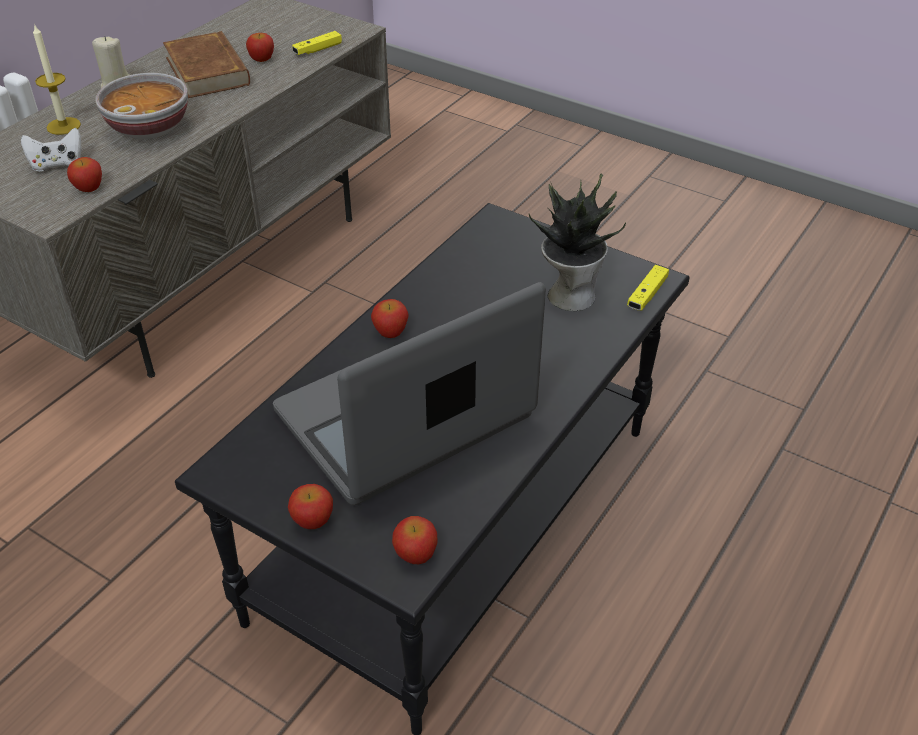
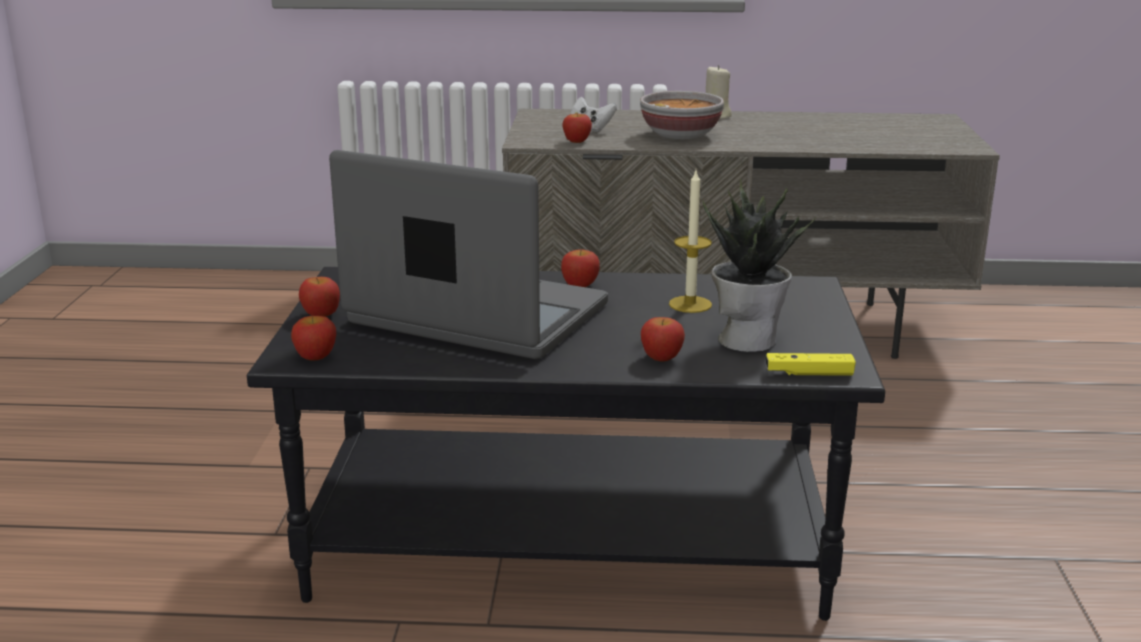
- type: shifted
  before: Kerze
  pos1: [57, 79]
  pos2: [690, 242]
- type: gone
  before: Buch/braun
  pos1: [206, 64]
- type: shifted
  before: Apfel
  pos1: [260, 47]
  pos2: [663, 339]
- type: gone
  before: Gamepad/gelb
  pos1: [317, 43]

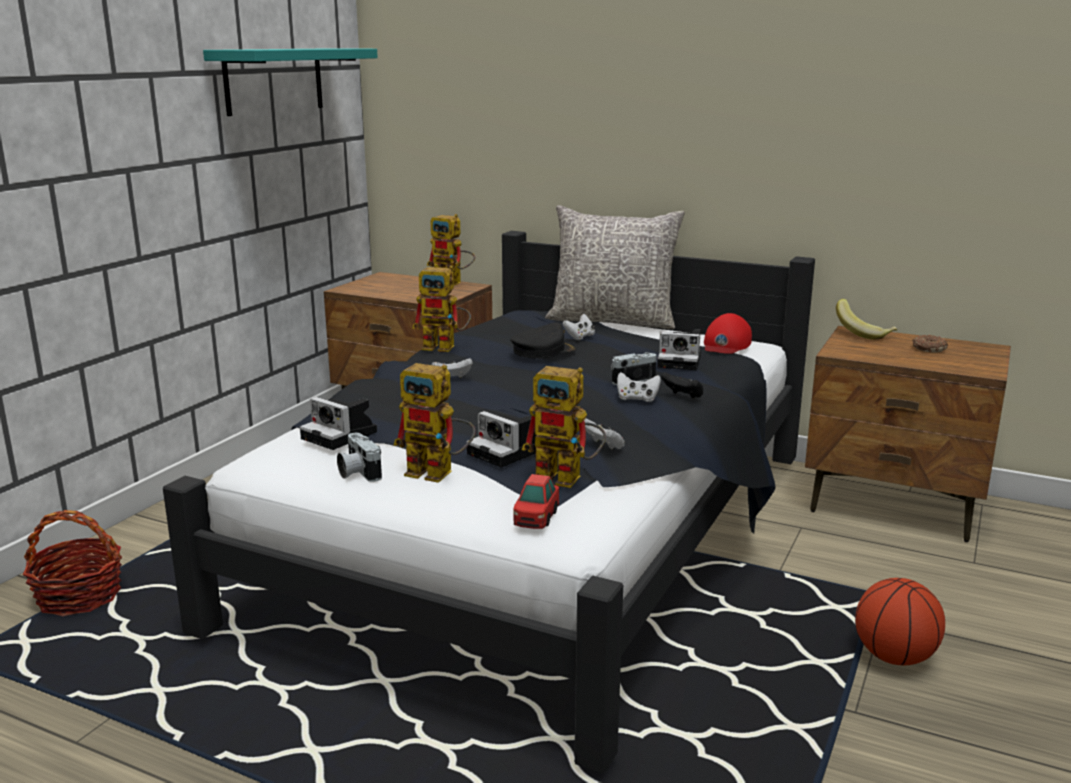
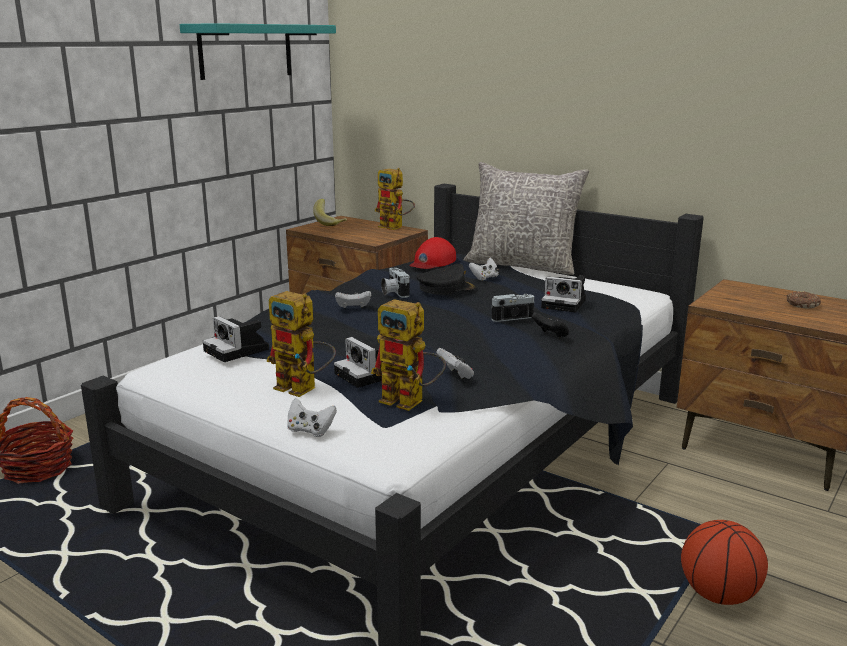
- type: shifted
  before: Kamera
  pos1: [359, 457]
  pos2: [395, 283]
- type: gone
  before: Spielzeugroboter
  pos1: [441, 308]
- type: gone
  before: Spielzeugauto
  pos1: [536, 501]
- type: shifted
  before: Gamepad/weiß
  pos1: [639, 387]
  pos2: [312, 417]
- type: shifted
  before: Kappe/rot
  pos1: [728, 333]
  pos2: [432, 253]
- type: shifted
  before: Banane
  pos1: [866, 319]
  pos2: [330, 212]

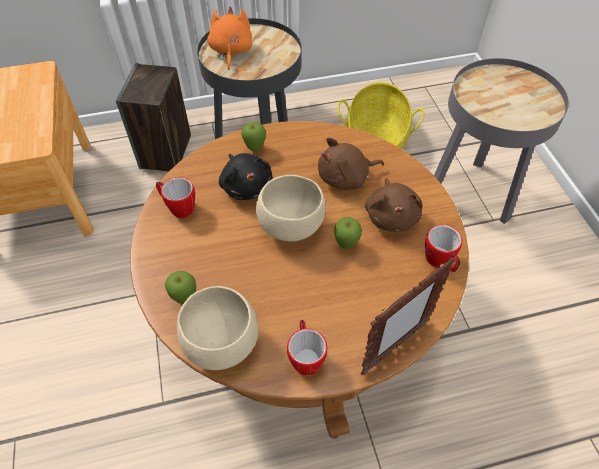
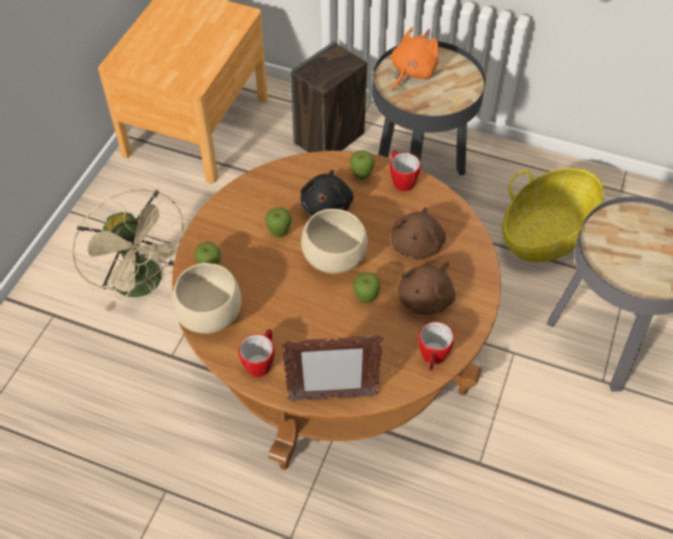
- type: shifted
  before: Henkelbecher
  pos1: [175, 197]
  pos2: [405, 170]
- type: rotated
  before: Plüschtier/braun
  pos1: [351, 163]
  pos2: [418, 233]
  turn: -90
- type: new
  after: Ventilator/beige
  pos2: [128, 250]
- type: new
  after: Apfel
  pos2: [278, 222]

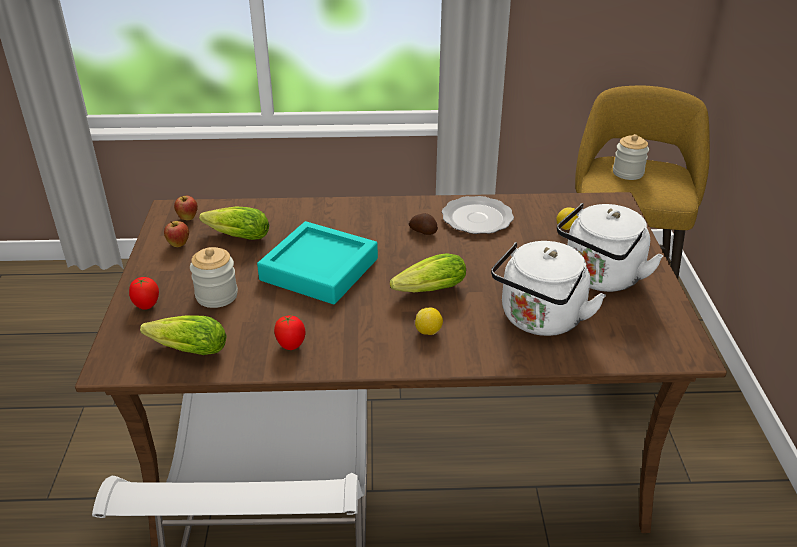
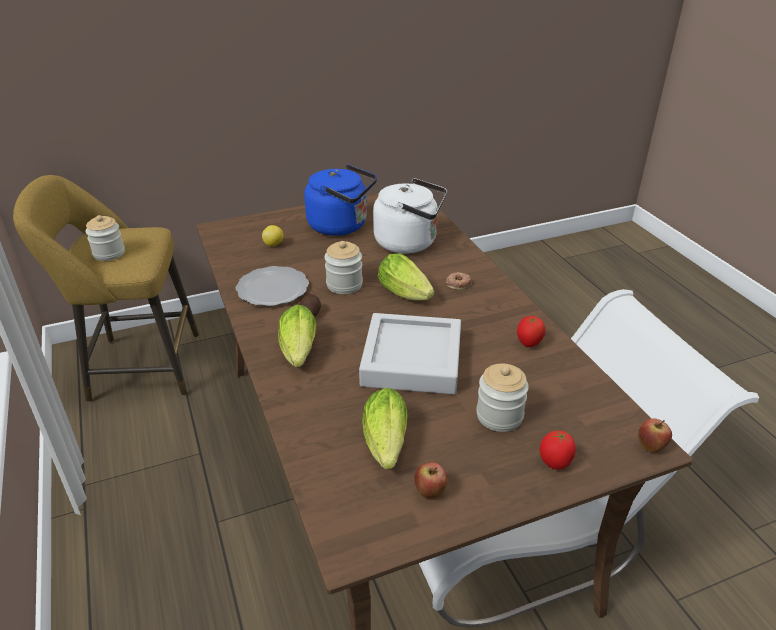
- type: shifted
  before: Salatkopf
  pos1: [183, 335]
  pos2: [297, 336]
- type: shifted
  before: Apfel
  pos1: [186, 208]
  pos2: [655, 435]
- type: repainted
  before: Tablett/türkis
  after: Tablett/grau
  pos1: [317, 262]
  pos2: [410, 353]
- type: swapped
  before: Zitrone
  after: Donut
  pos1: [429, 321]
  pos2: [458, 281]
- type: repainted
  before: Wasserkessel/weiß
  after: Wasserkessel/blau
  pos1: [610, 247]
  pos2: [340, 200]
- type: new
  after: Vorratsglas
  pos2: [343, 267]

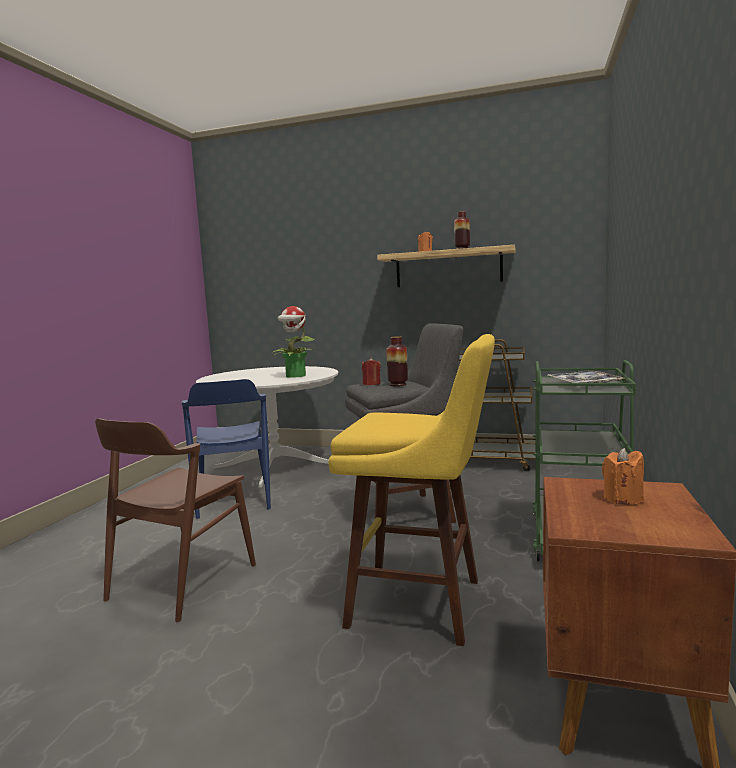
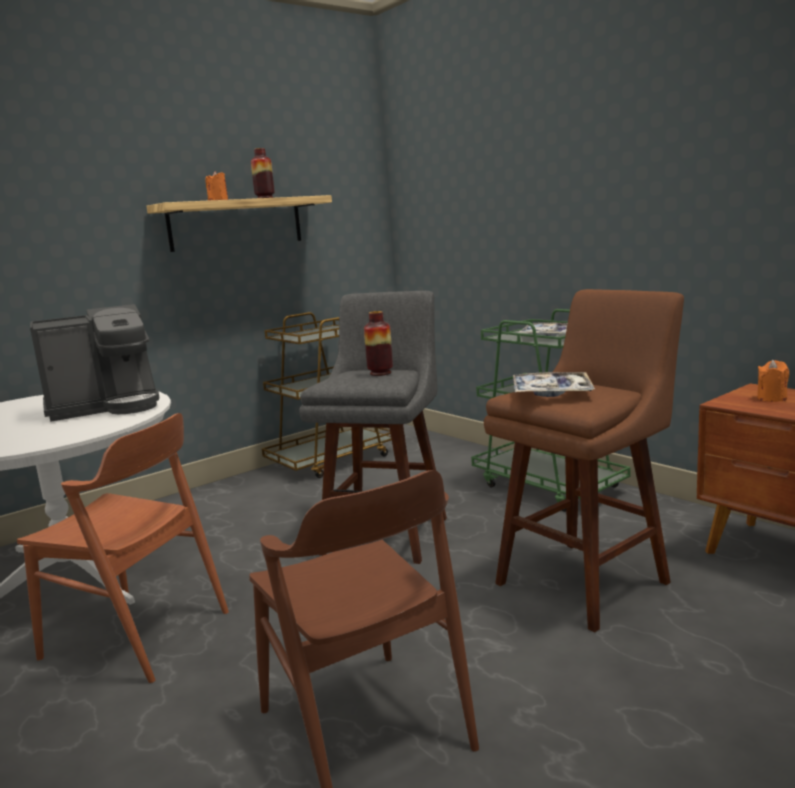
- type: repainted
  before: Stuhl/blau
  after: Stuhl/braun
  pos1: [226, 449]
  pos2: [123, 548]
- type: swapped
  before: Topfpflanze
  after: Kaffeemaschine
  pos1: [293, 342]
  pos2: [94, 363]
- type: repainted
  before: Hocker/gelb
  after: Hocker/braun
  pos1: [411, 490]
  pos2: [584, 460]
- type: gone
  before: Kerze/rot
  pos1: [371, 371]
- type: new
  after: Tablett
  pos2: [554, 384]

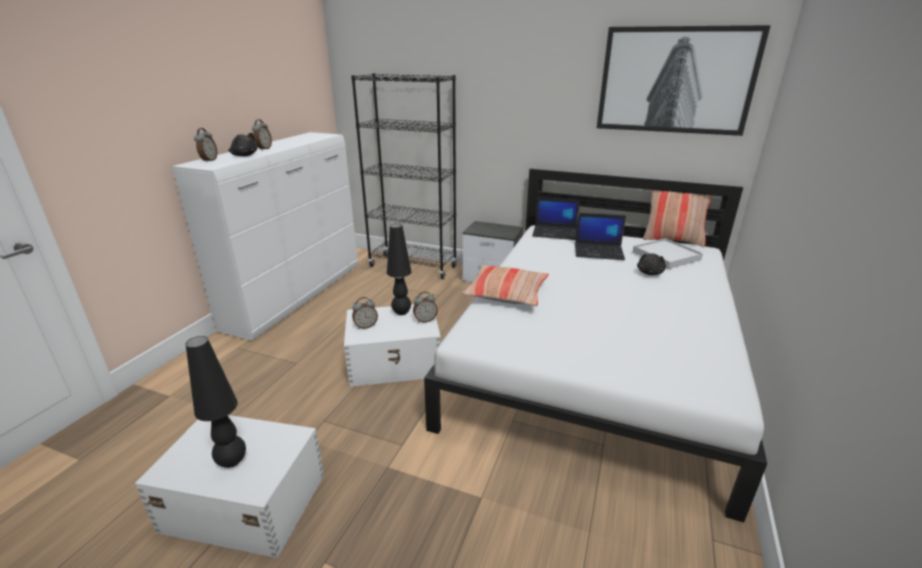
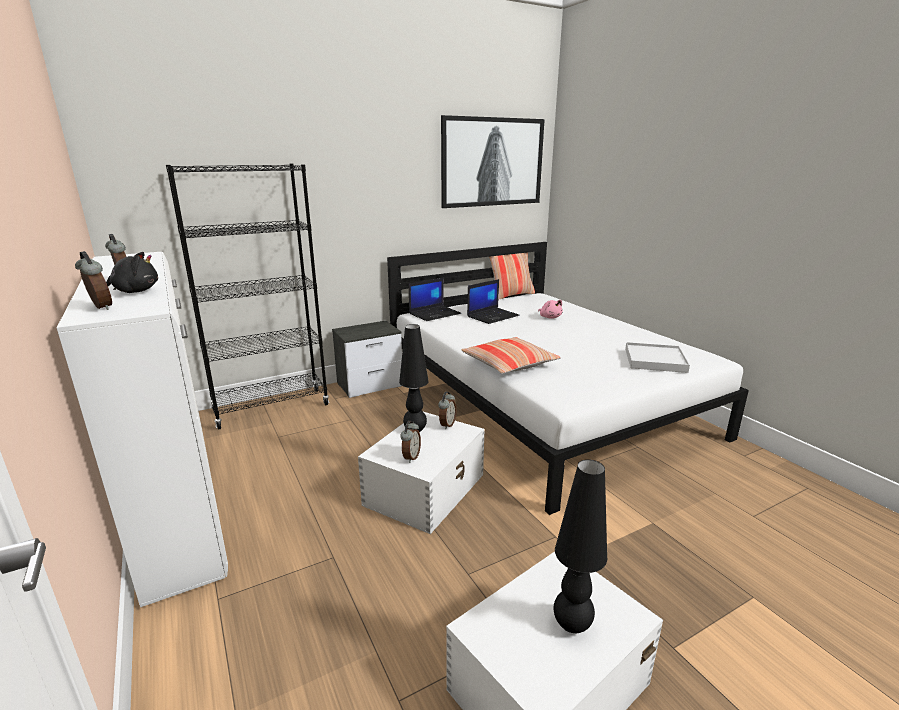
- type: shifted
  before: Tablett/weiß
  pos1: [668, 253]
  pos2: [657, 357]
- type: repainted
  before: Plüschtier/schwarz
  after: Plüschtier/rosa
  pos1: [651, 264]
  pos2: [550, 309]

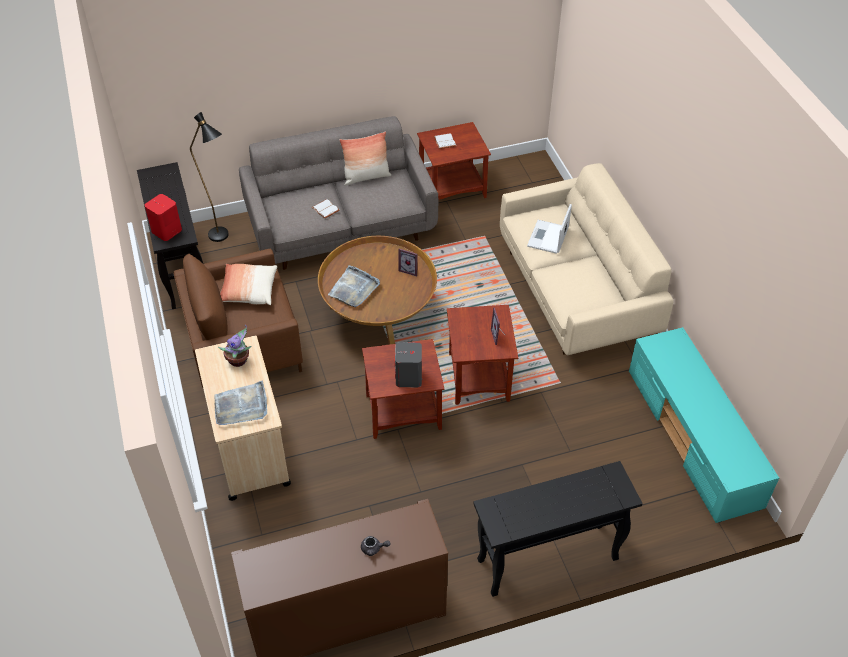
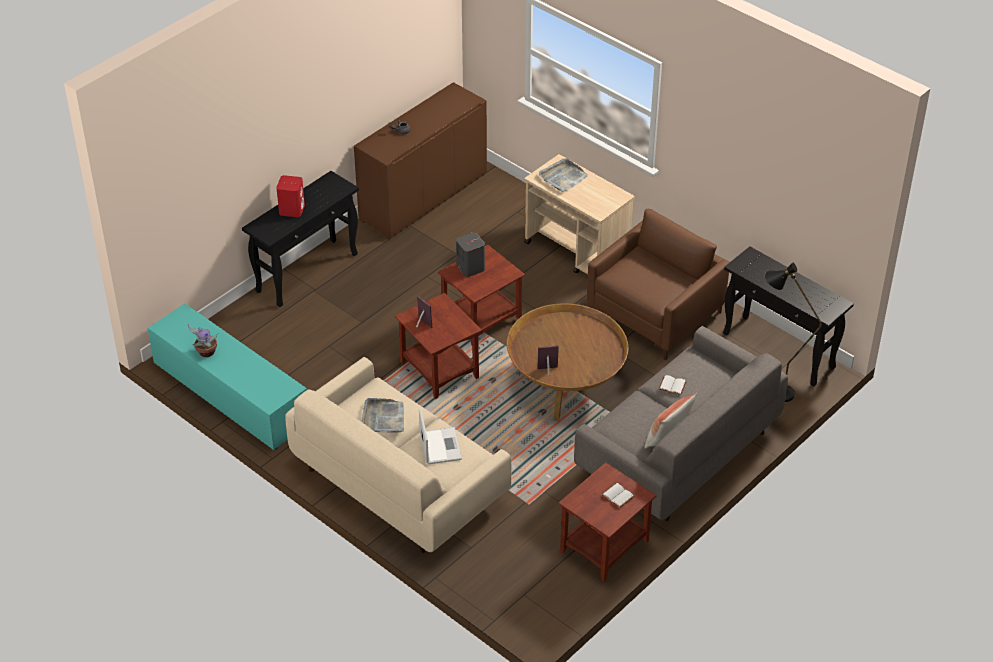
- type: shifted
  before: Lautsprecher/rot
  pos1: [163, 217]
  pos2: [290, 196]
- type: shifted
  before: Topfpflanze
  pos1: [234, 346]
  pos2: [203, 340]
- type: gone
  before: Kissen
  pos1: [248, 284]
- type: shifted
  before: Tablett/grau
  pos1: [354, 286]
  pos2: [382, 415]

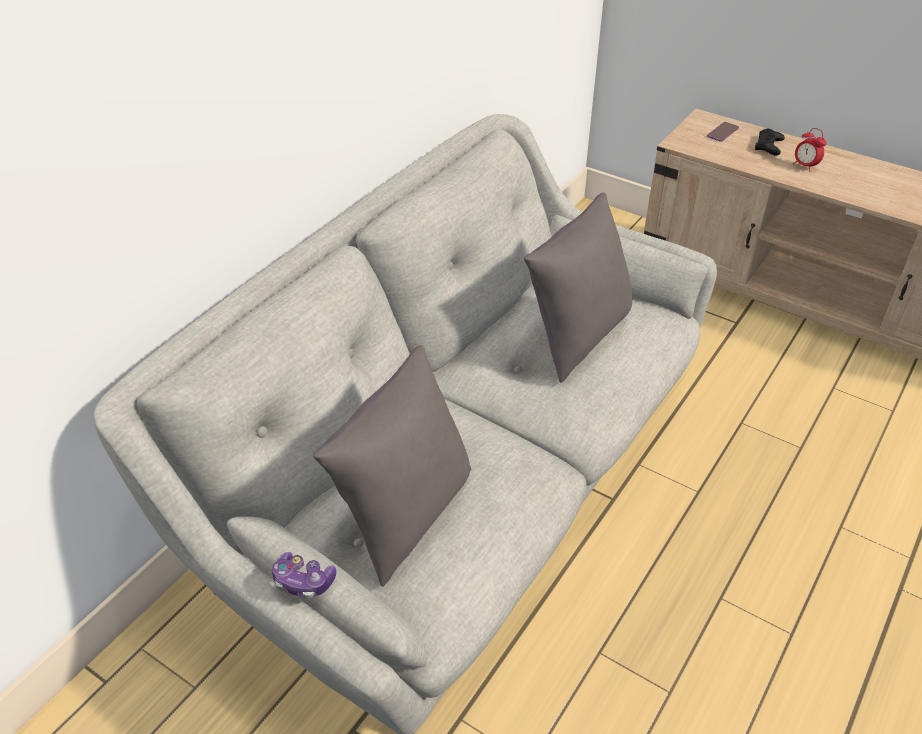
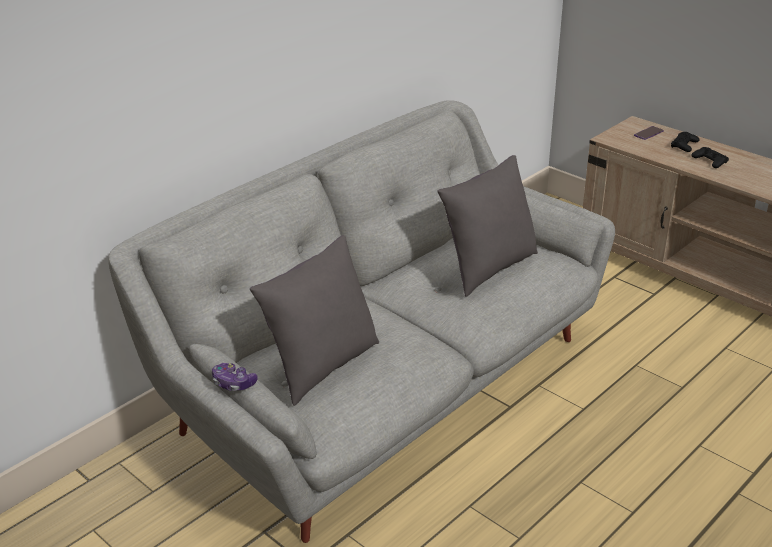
- type: swapped
  before: Wecker
  after: Gamepad/schwarz
  pos1: [809, 150]
  pos2: [710, 157]

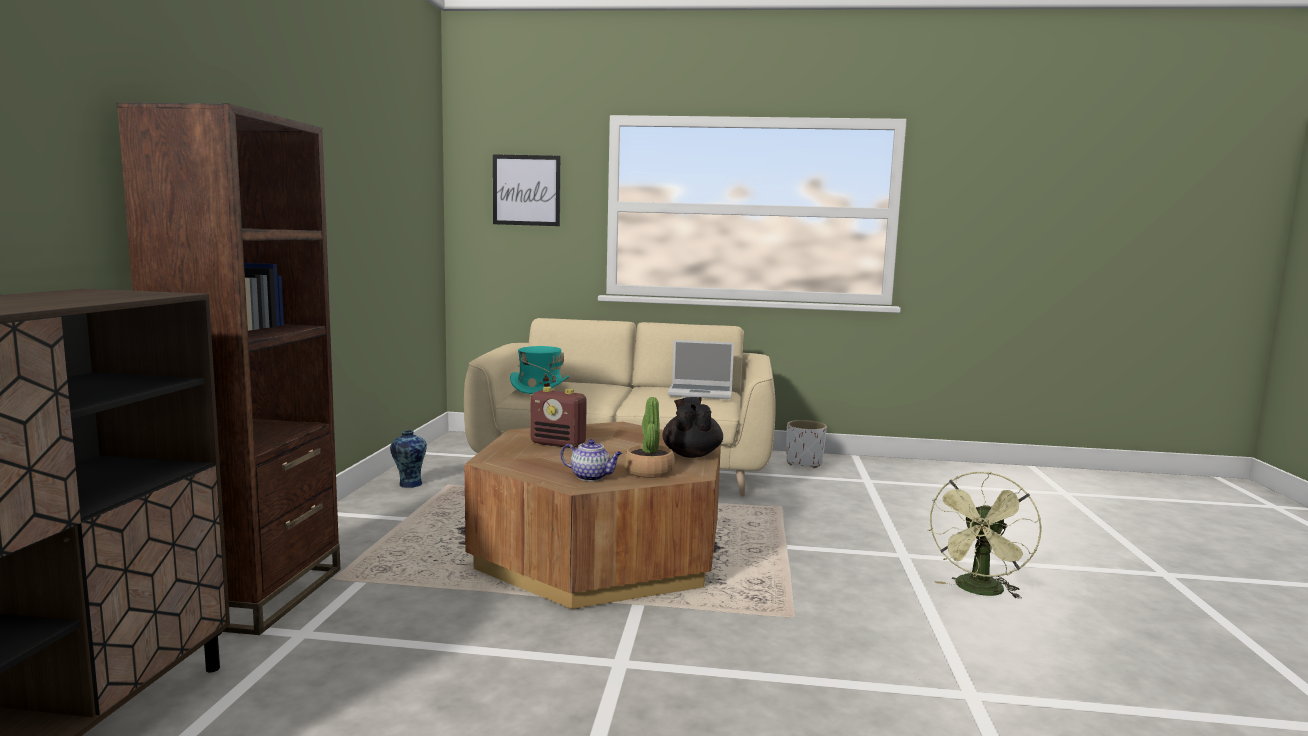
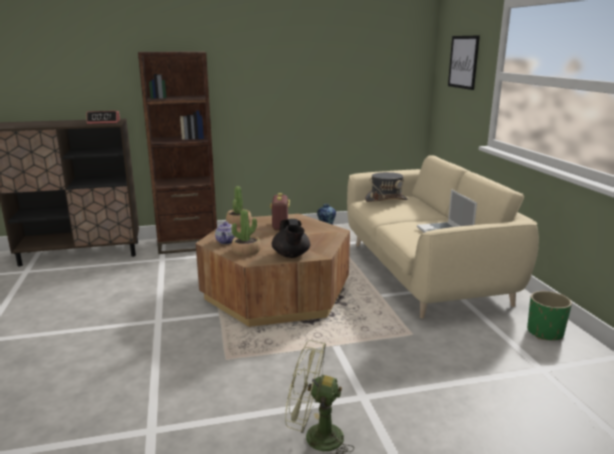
- type: repainted
  before: Hut/türkis
  after: Hut/grau
  pos1: [539, 370]
  pos2: [386, 187]
- type: rotated
  before: Teekanne/schwarz
  pos1: [693, 427]
  pos2: [291, 238]
  turn: 105
- type: repainted
  before: Pflanzkübel/weiß
  after: Pflanzkübel/grün
  pos1: [806, 444]
  pos2: [549, 316]
- type: new
  after: Wecker
  pos2: [103, 117]
- type: new
  after: Topfpflanze
  pos2: [239, 206]

